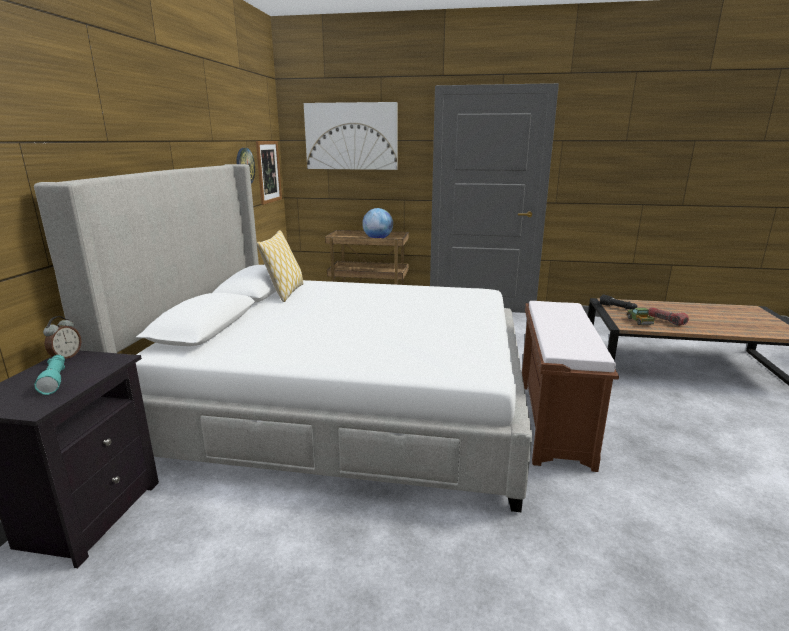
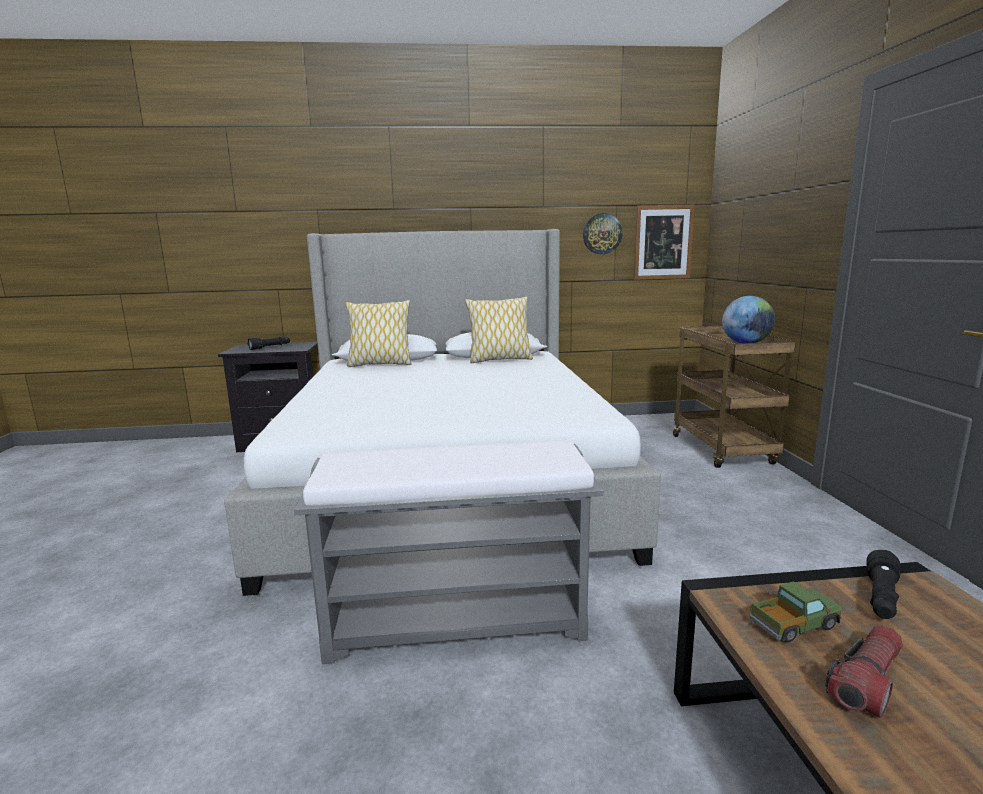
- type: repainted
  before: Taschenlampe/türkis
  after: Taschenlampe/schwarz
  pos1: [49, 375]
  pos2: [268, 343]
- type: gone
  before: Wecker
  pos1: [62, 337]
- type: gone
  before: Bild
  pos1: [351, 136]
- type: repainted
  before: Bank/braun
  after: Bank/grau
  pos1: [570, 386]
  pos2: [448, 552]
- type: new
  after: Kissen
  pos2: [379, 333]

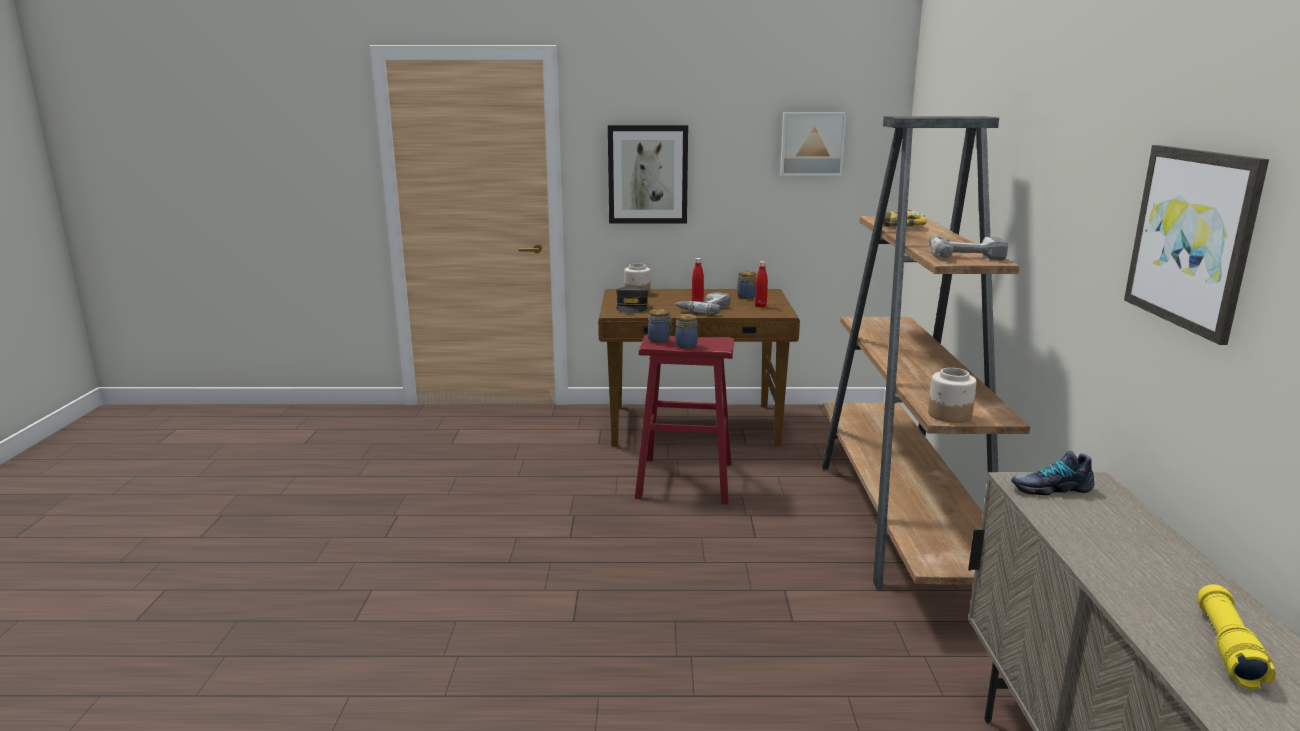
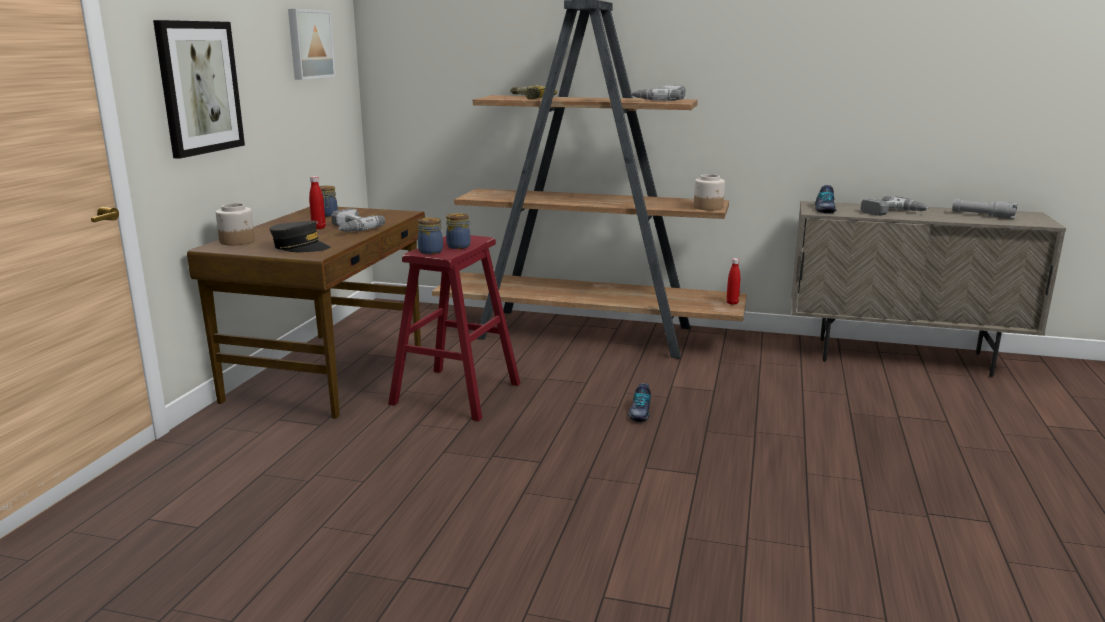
- type: shifted
  before: Flasche/rot
  pos1: [761, 284]
  pos2: [733, 281]
- type: gone
  before: Bild
  pos1: [1196, 245]
- type: repainted
  before: Taschenlampe/gelb
  after: Taschenlampe/grau
  pos1: [1236, 637]
  pos2: [985, 208]
- type: new
  after: Schuh
  pos2: [639, 402]
- type: new
  after: Bohrmaschine
  pos2: [895, 206]

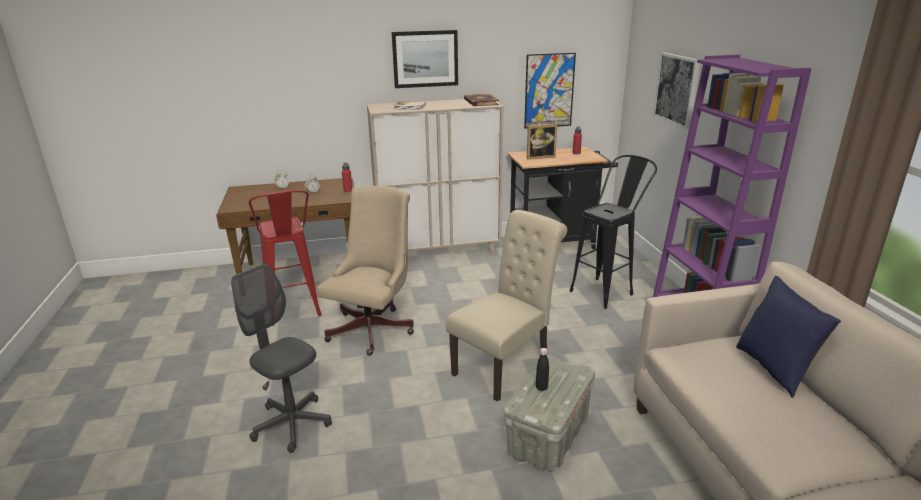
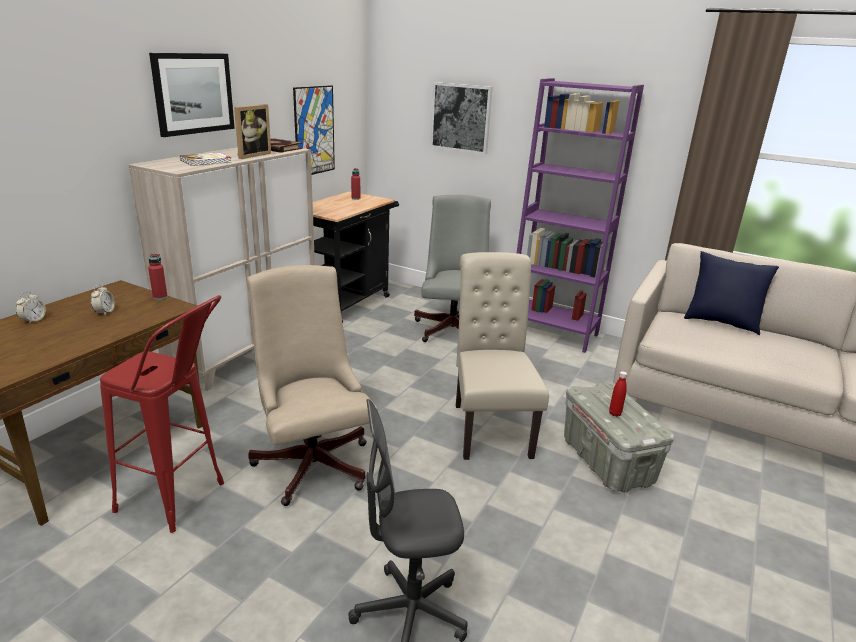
- type: shifted
  before: Bilderrahmen
  pos1: [542, 142]
  pos2: [252, 131]
- type: repainted
  before: Flasche/schwarz
  after: Flasche/rot
  pos1: [542, 369]
  pos2: [618, 394]
- type: swapped
  before: Hocker/schwarz
  after: Bürostuhl/grau
  pos1: [613, 232]
  pos2: [452, 268]

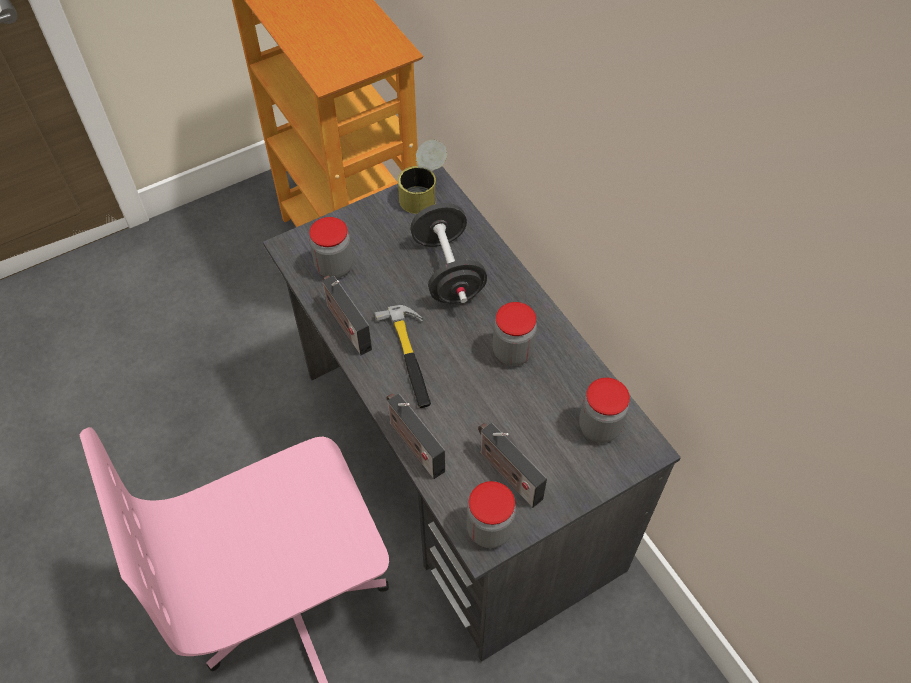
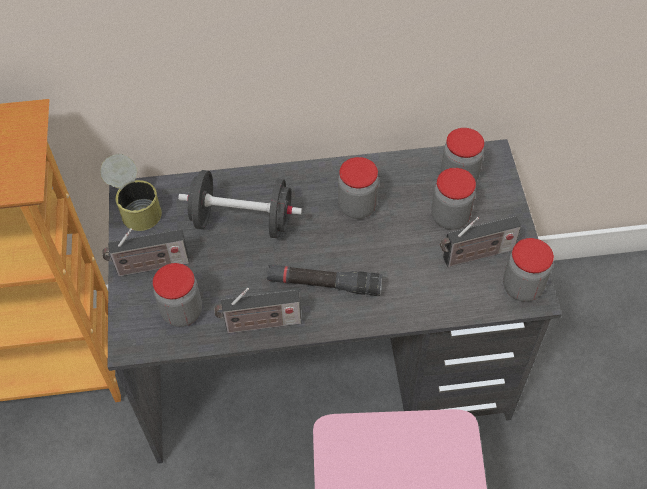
- type: swapped
  before: Hammer
  after: Taschenlampe/schwarz
  pos1: [402, 356]
  pos2: [324, 280]
- type: shifted
  before: Radio
  pos1: [415, 436]
  pos2: [145, 252]
- type: new
  after: Vorratsglas
  pos2: [453, 199]

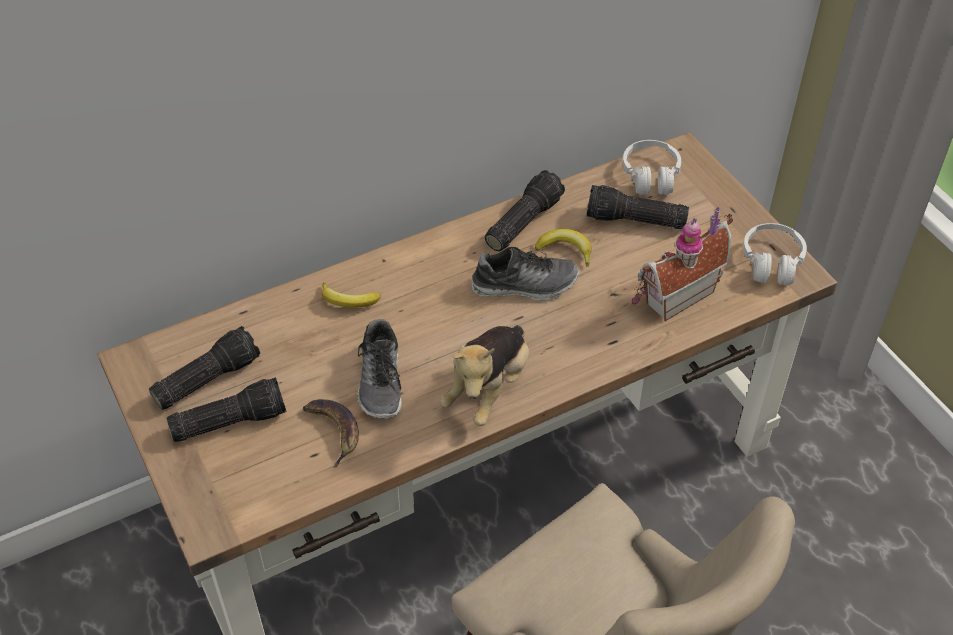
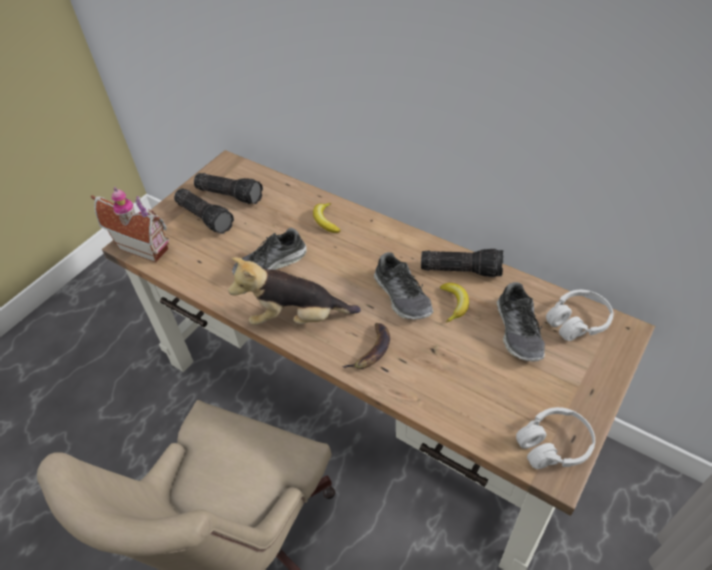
- type: shifted
  before: Banane
  pos1: [331, 433]
  pos2: [366, 346]
- type: swapped
  before: Taschenlampe
  after: Schuh
  pos1: [637, 207]
  pos2: [521, 321]
- type: shifted
  before: Spielzeughaus
  pos1: [682, 264]
  pos2: [130, 225]

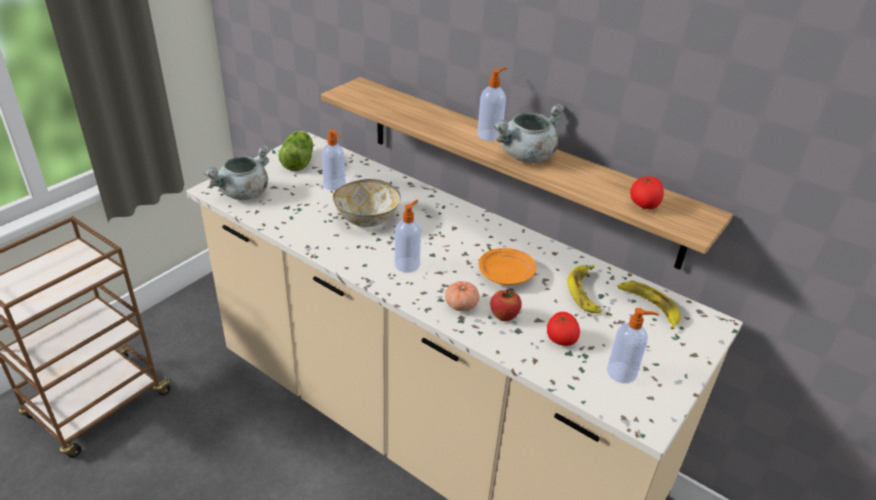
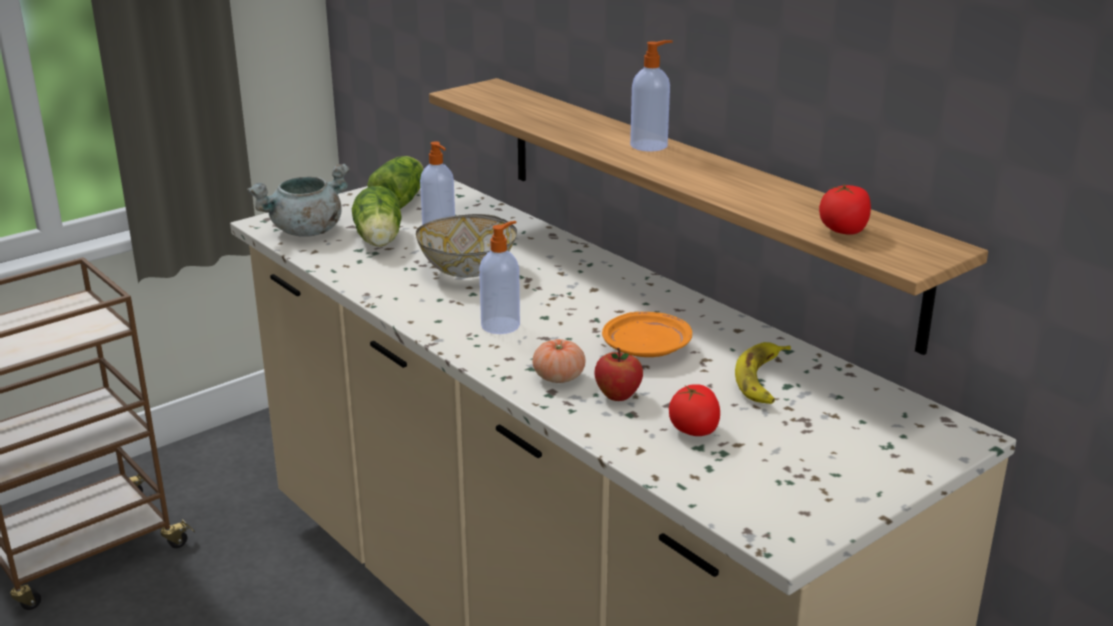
- type: gone
  before: Kochtopf/grau
  pos1: [529, 133]
- type: gone
  before: Seifenspender
  pos1: [633, 345]
- type: gone
  before: Banane
  pos1: [649, 305]
- type: new
  after: Salatkopf
  pos2: [377, 216]

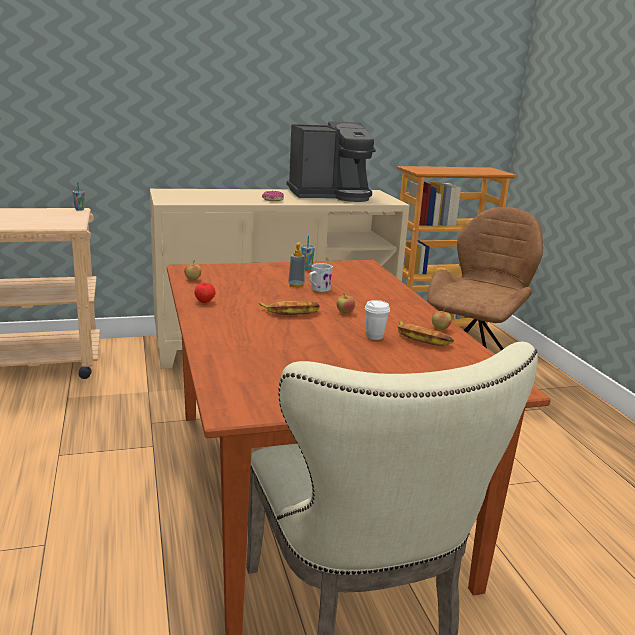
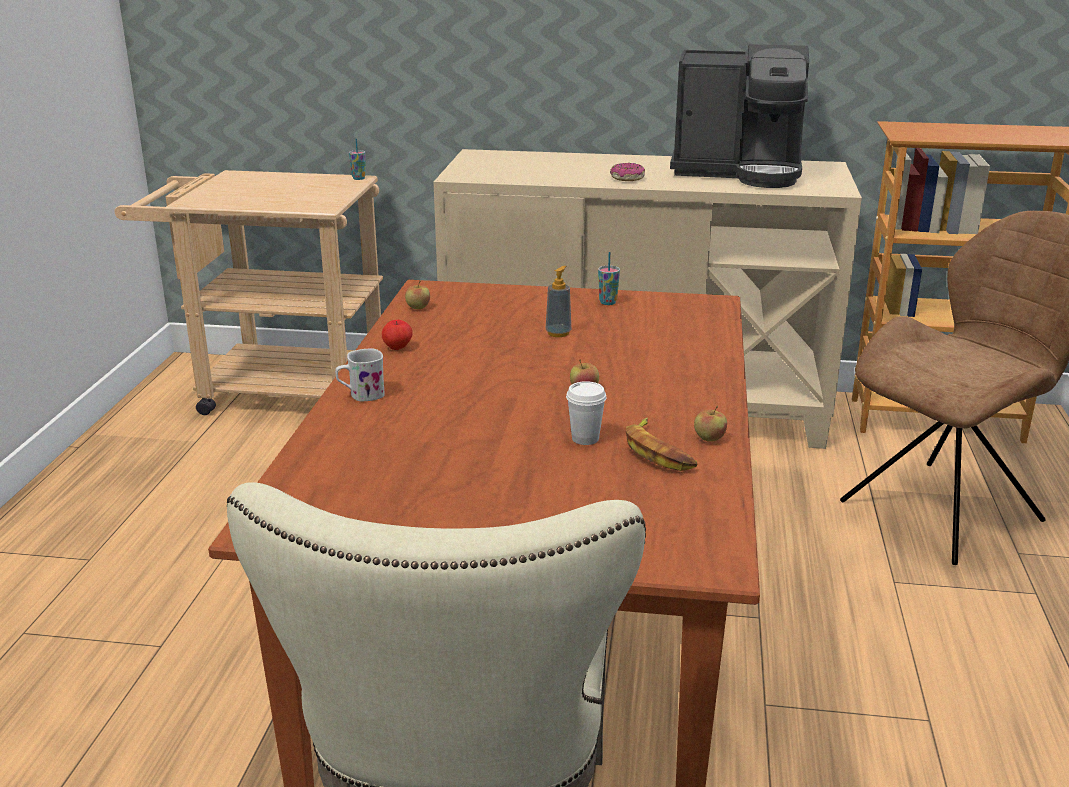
- type: gone
  before: Banane
  pos1: [289, 308]
- type: shifted
  before: Henkelbecher/weiß
  pos1: [321, 277]
  pos2: [360, 375]

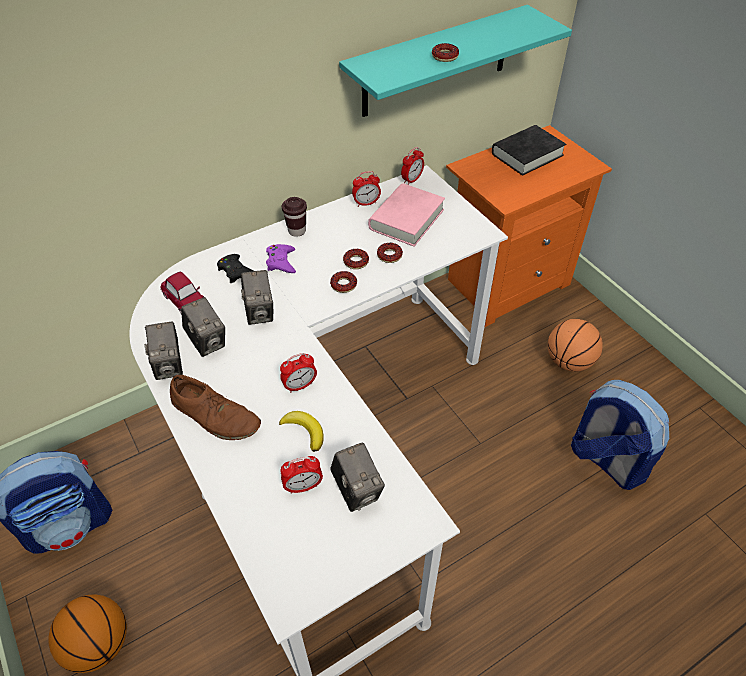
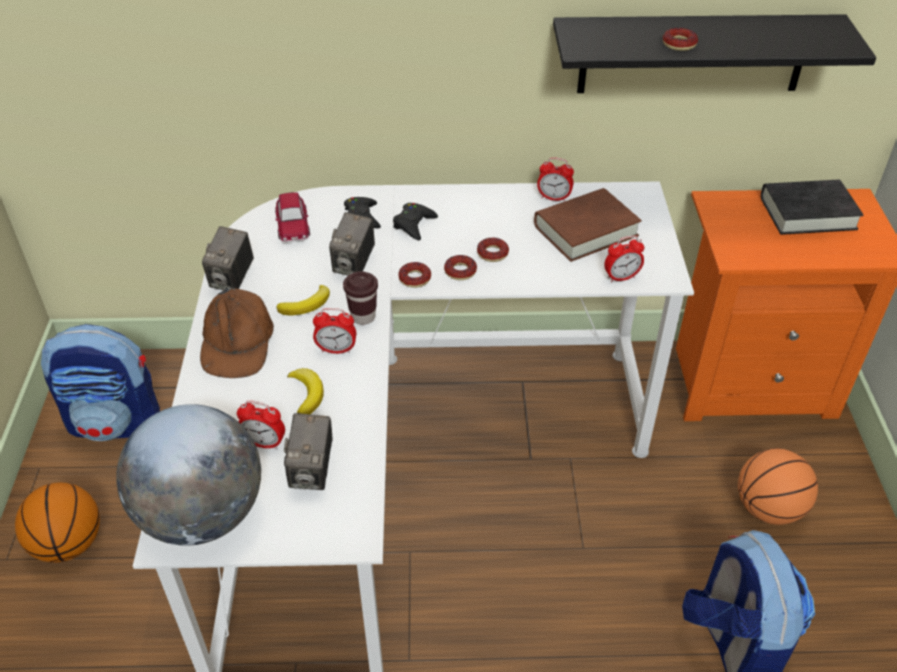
- type: swapped
  before: Schuh/braun
  after: Kappe/braun
  pos1: [215, 407]
  pos2: [237, 333]
- type: gone
  before: Kamera
  pos1: [203, 327]
- type: repainted
  before: Gamepad/lila
  after: Gamepad/schwarz
  pos1: [281, 258]
  pos2: [415, 221]
- type: shifted
  before: Tasse/braun
  pos1: [294, 217]
  pos2: [360, 298]
- type: repainted
  before: Wandregal/türkis
  after: Wandregal/schwarz
  pos1: [455, 61]
  pos2: [714, 53]
- type: repainted
  before: Buch/rosa
  after: Buch/braun
  pos1: [406, 215]
  pos2: [587, 225]
- type: shifted
  before: Donut
  pos1: [390, 253]
  pos2: [414, 275]
- type: shifted
  before: Wecker
  pos1: [412, 166]
  pos2: [624, 259]
- type: new
  after: Globus
  pos2: [188, 475]
- type: new
  after: Banane
  pos2: [303, 300]

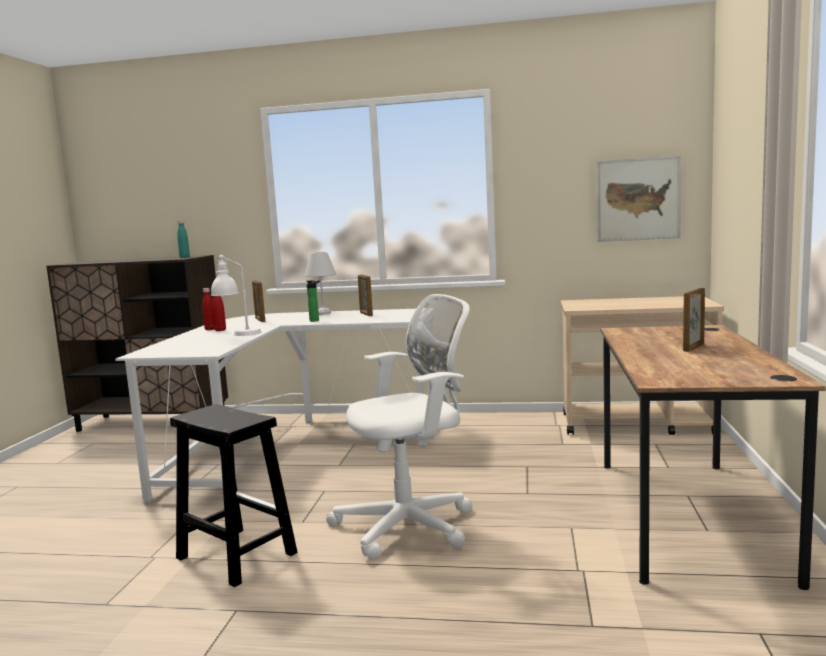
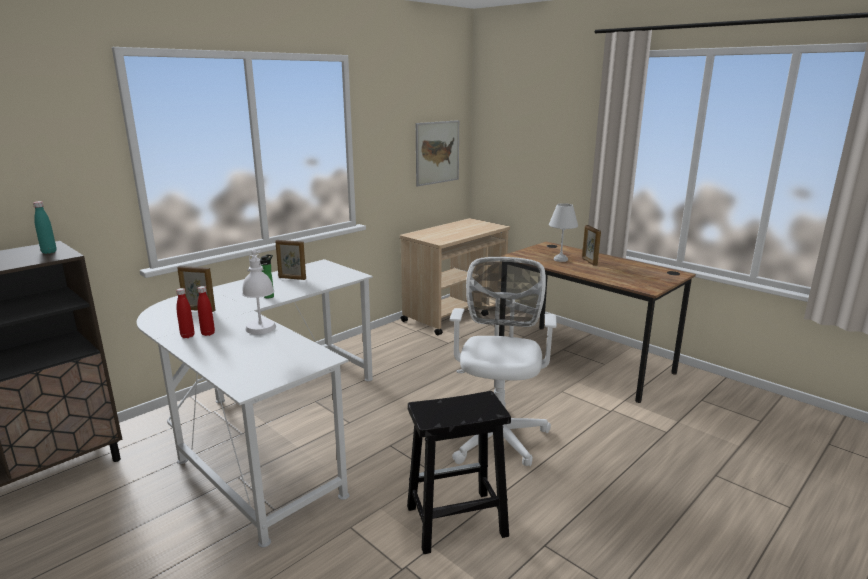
- type: shifted
  before: Tischlampe/weiß
  pos1: [320, 283]
  pos2: [563, 232]

